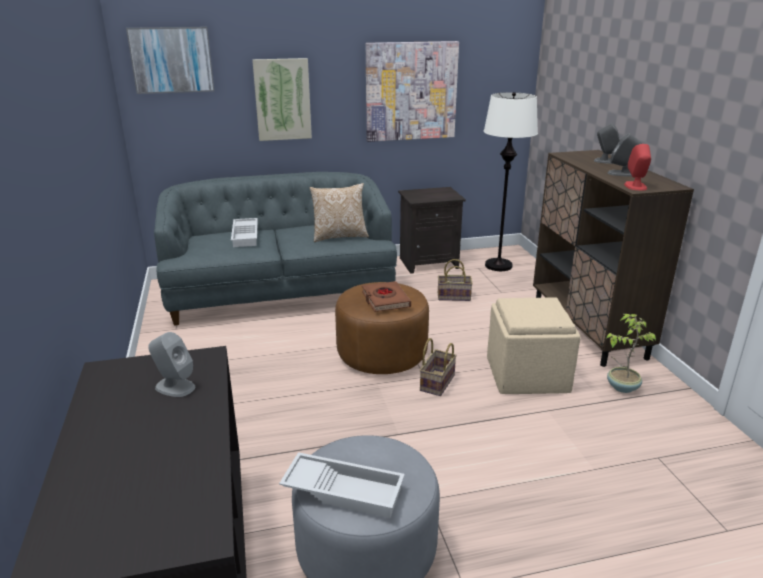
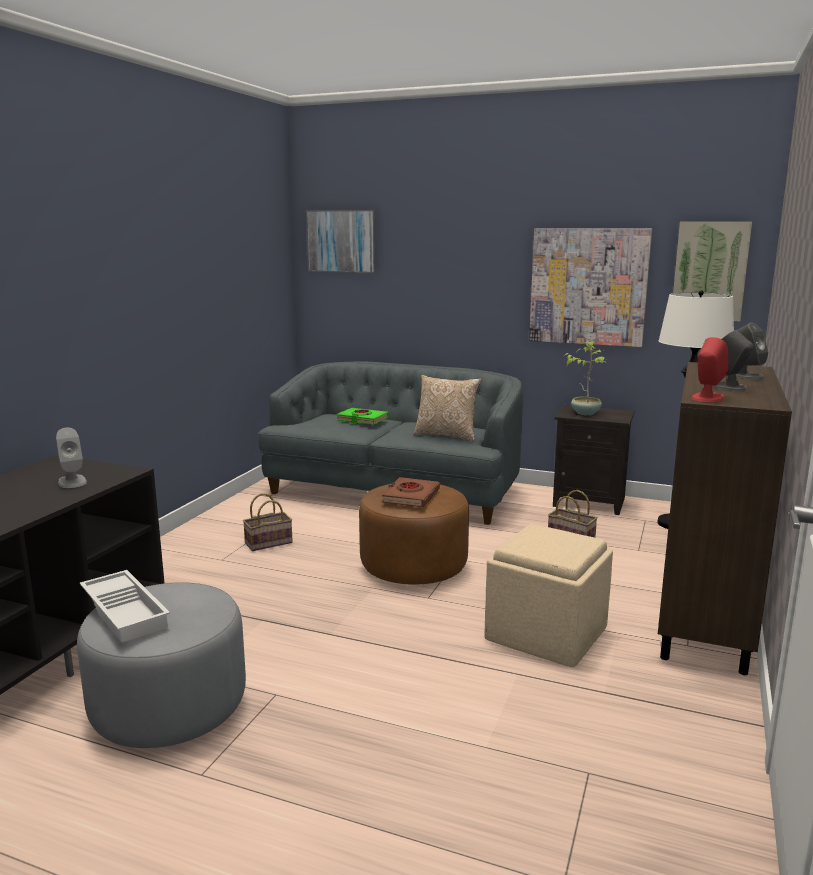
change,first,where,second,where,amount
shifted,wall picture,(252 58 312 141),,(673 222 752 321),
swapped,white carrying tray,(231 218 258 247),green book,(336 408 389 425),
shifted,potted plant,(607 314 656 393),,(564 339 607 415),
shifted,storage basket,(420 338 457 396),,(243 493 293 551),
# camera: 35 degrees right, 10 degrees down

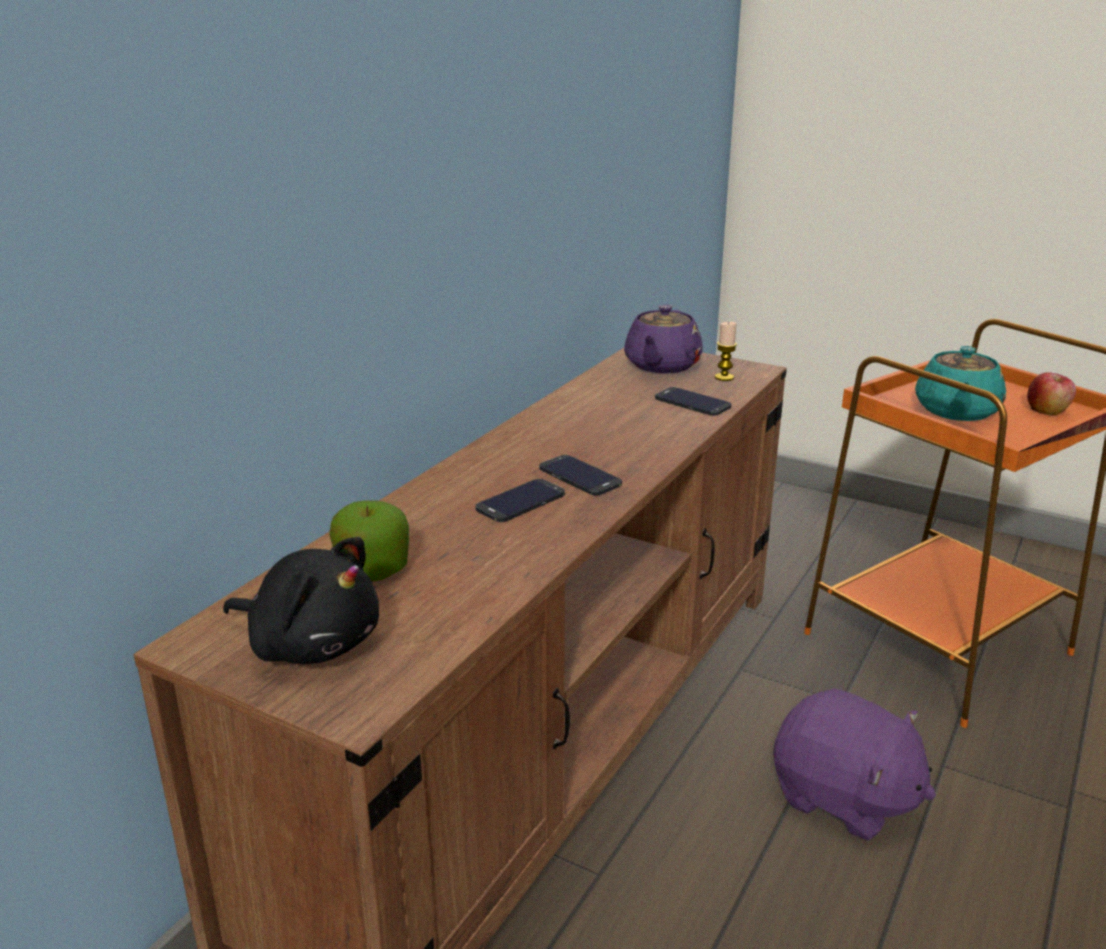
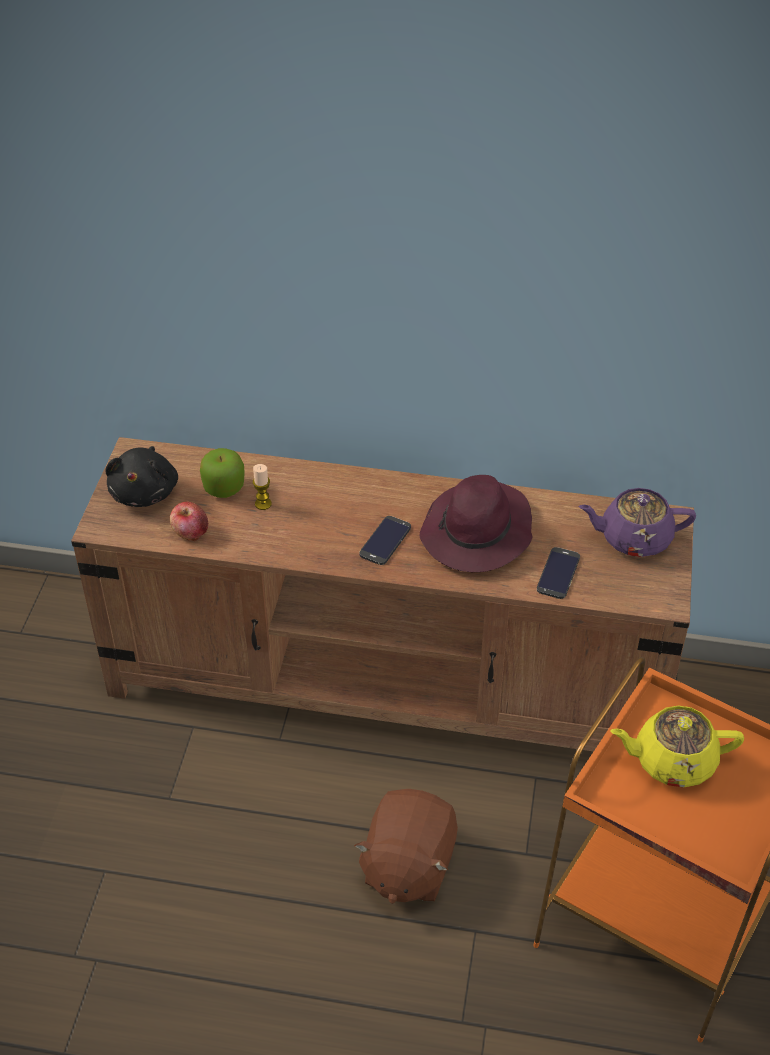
change,first,where,second,where,amount
shifted,wax candle,(715 322 737 381),,(253 464 272 510),
repainted,turquoise-coloured tea pot,(915 346 1006 421),yellow tea pot,(610 706 744 788),
shifted,whole apple,(1027 372 1076 415),,(170 501 208 541),
gone,handset,(475 479 565 522),,,
repainted,purple soft toy,(773 688 936 841),brown-coloured soft toy,(354 789 458 904),
new,,,purple hat,(420 475 532 572),
# camera: 70 degrees right, 20 degrees up

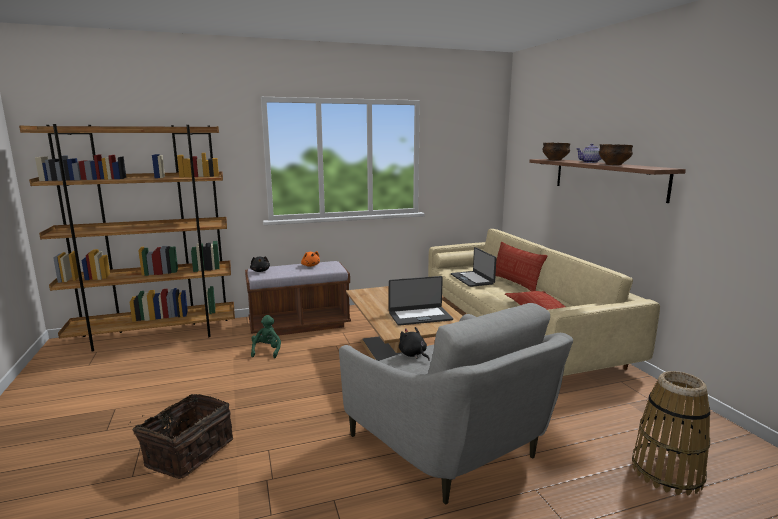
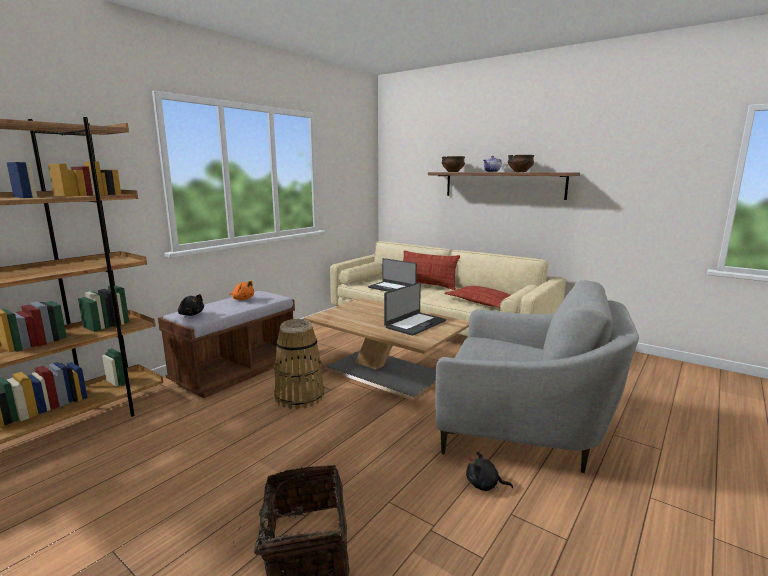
change,first,where,second,where,amount
gone,green soft toy,(251 315 281 358),,,
shifted,blackish soft toy,(399 327 430 361),,(466 451 513 491),
shifted,storage basket,(632 371 710 496),,(274 319 324 409),
# camera: 35 degrees left, 0 degrees up

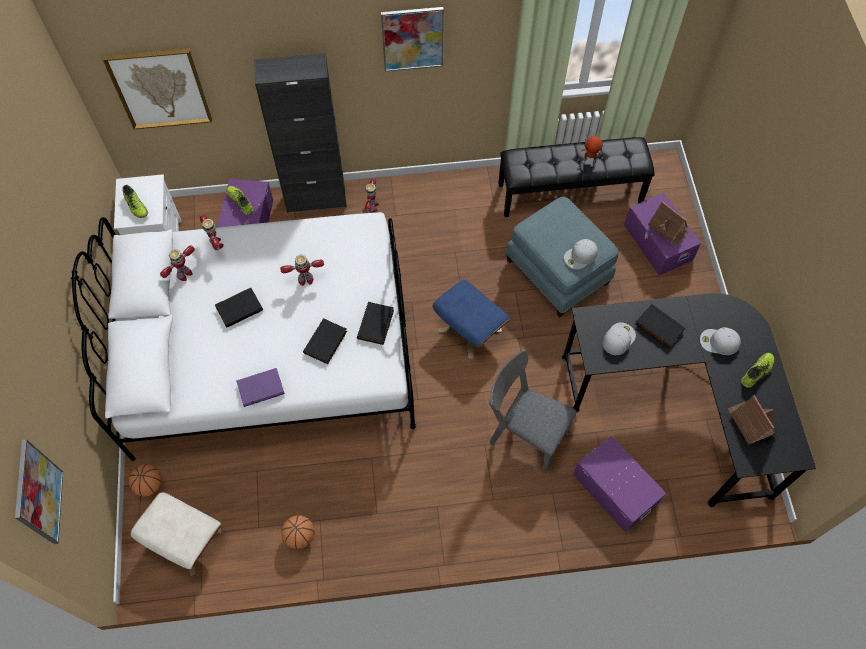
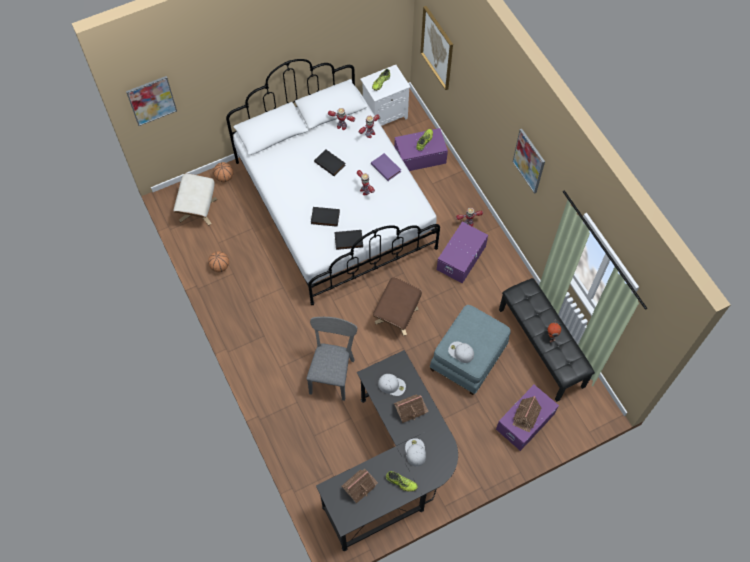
change,first,where,second,where,amount
gone,blackish cupboard,(254 53 347 213),,,
repainted,blue-coloured pouffe,(432 279 511 359),brown-coloured pouffe,(373 277 422 336),
swapped,blackish book,(635 304 685 348),toy house,(393 395 429 423),
shifted,purple book,(236 368 285 407),,(371 153 401 181),
shifted,purple storage bin,(573 436 666 532),,(437 222 488 283),
# camera: 70 degrees right, 0 degrees up

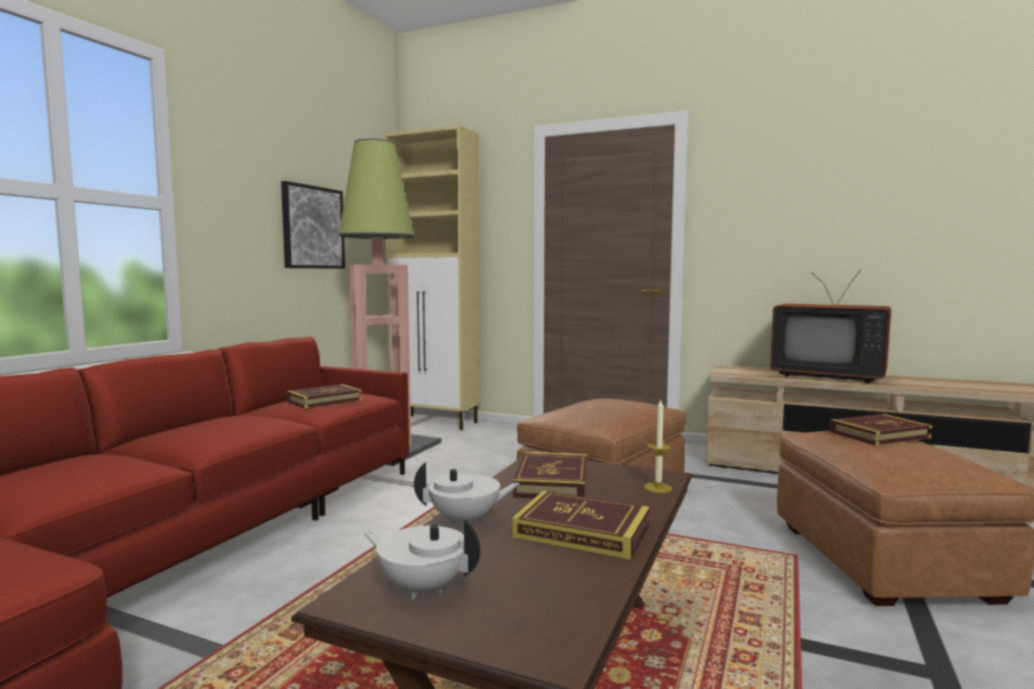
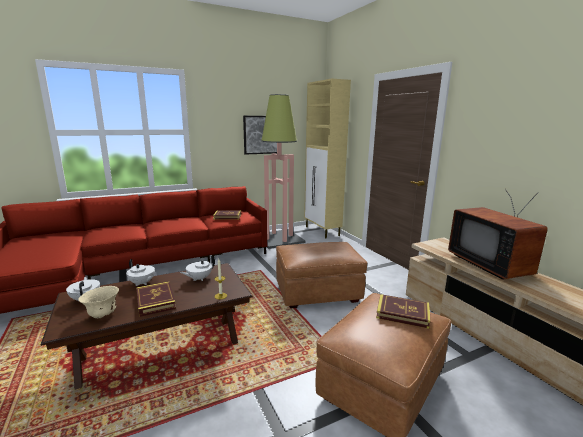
change,first,where,second,where,amount
swapped,book,(513 452 587 499),white tea pot,(180 255 215 281),
new,,,beige bowl,(78 286 119 318),
# camera: 40 degrees right, 10 degrees up

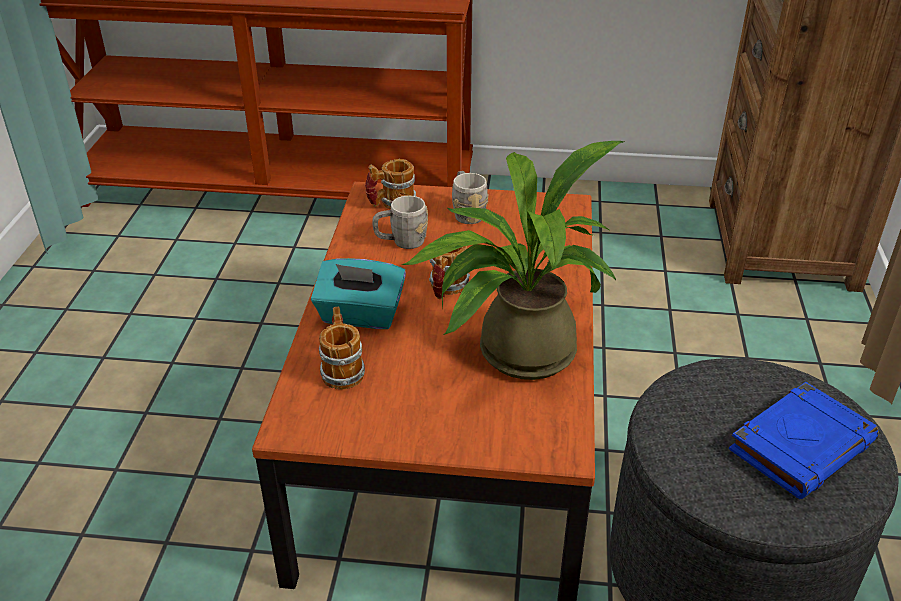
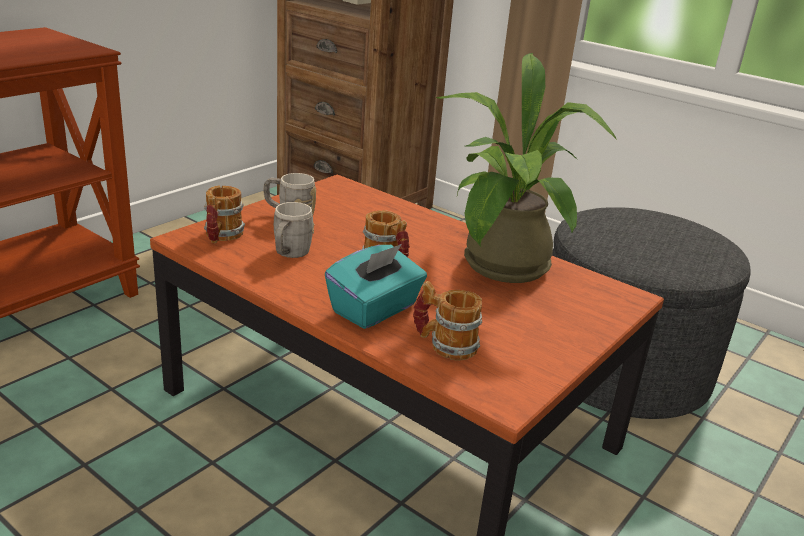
change,first,where,second,where,amount
gone,blue-coloured book,(729 382 879 499),,,
# camera: 60 degrees left, 10 degrees down

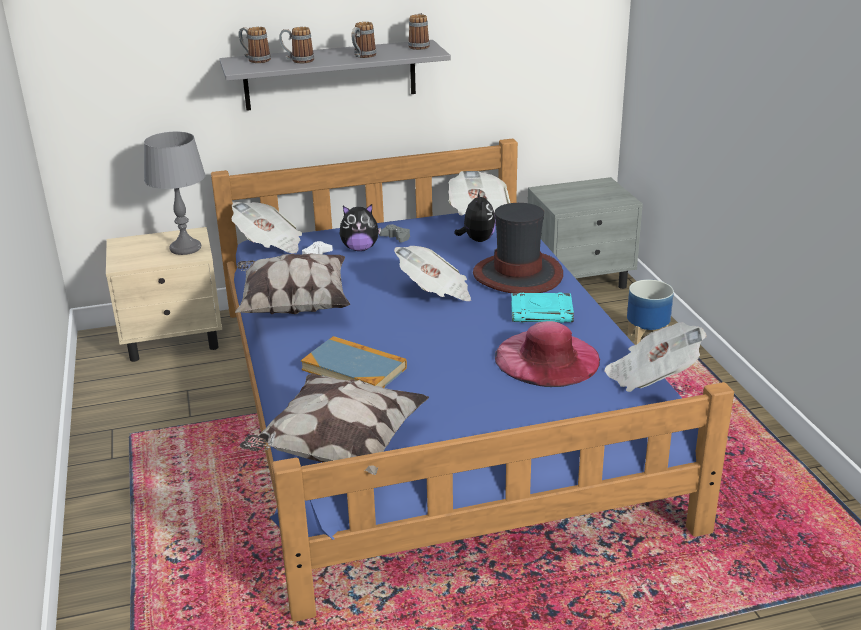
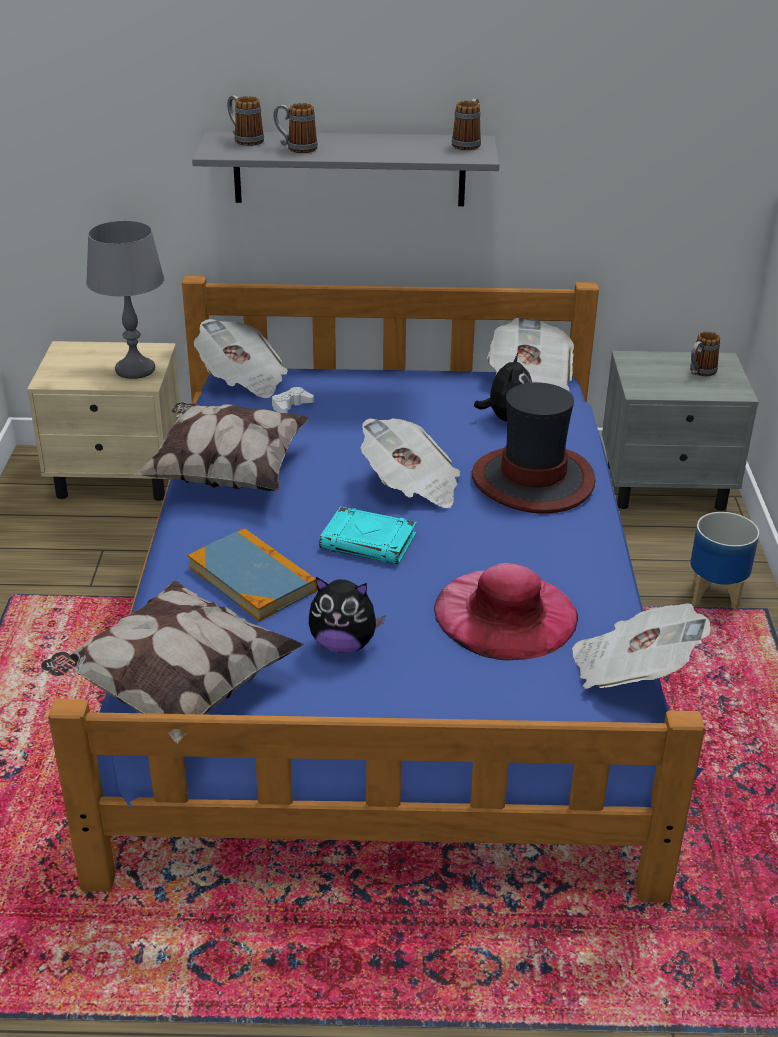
change,first,where,second,where,amount
shifted,mug,(352 22 376 58),,(690 331 720 376),
shifted,soft toy,(339 204 381 251),,(309 577 385 653),
gone,grey game controller,(379 224 410 242),,,
shifted,turquoise-coloured book,(511 292 574 323),,(319 507 417 564),
# camera: 15 degrees right, 5 degrees up

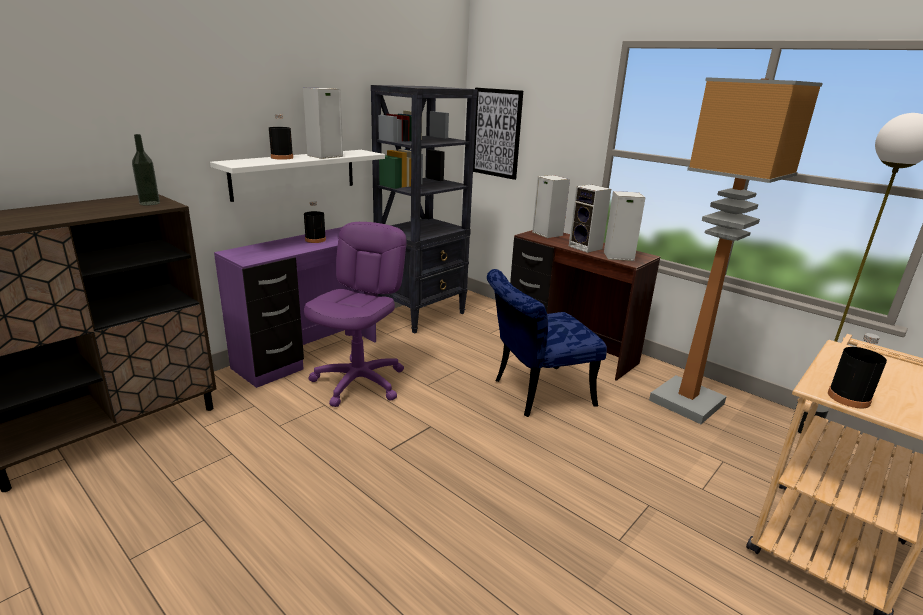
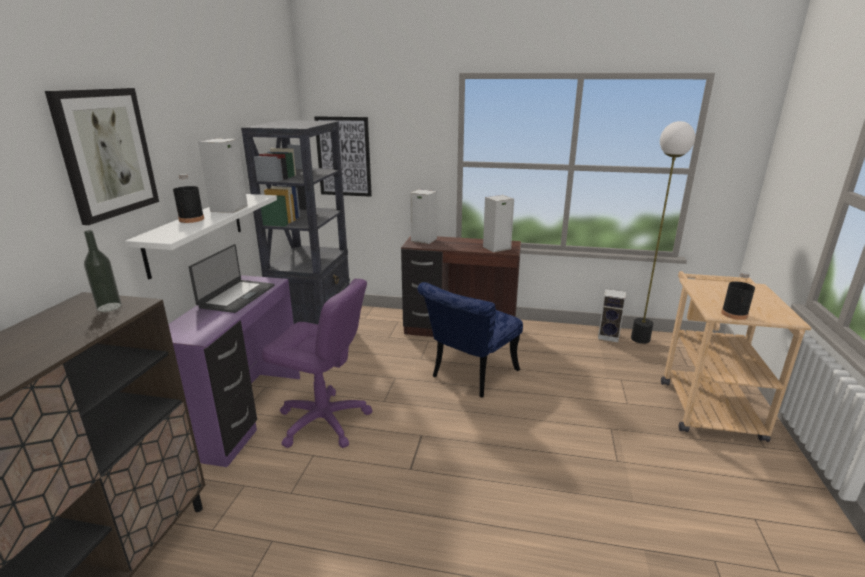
change,first,where,second,where,amount
gone,standard lamp,(649 77 823 424),,,
shifted,loudspeaker,(569 184 611 253),,(598 289 626 342),
swapped,blackish beverage bottle,(304 201 326 243),portable computer,(189 244 274 313),
rotated,purple computer chair,(304 222 407 407),,(262 279 372 448),120 degrees clockwise
new,,,wall picture,(45 88 159 225),
# camera: 30 degrees left, 0 degrees up

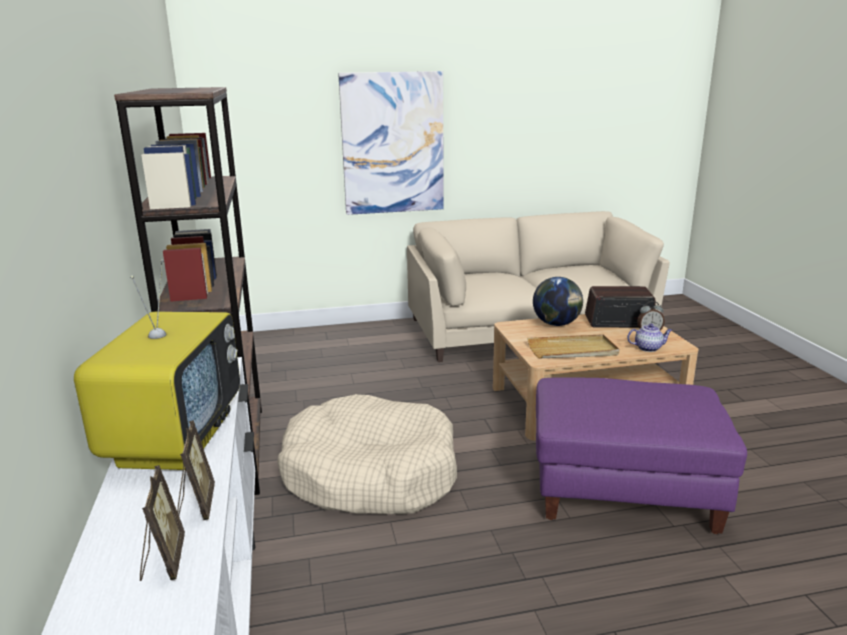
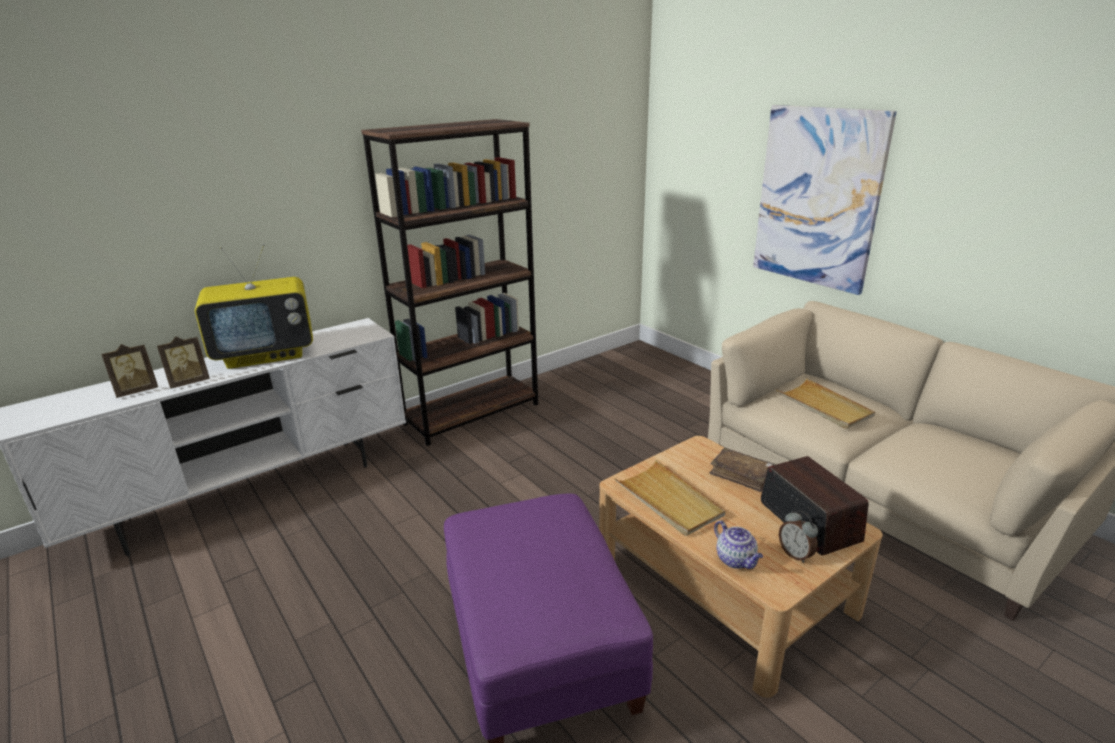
change,first,where,second,where,amount
swapped,globe,(533 277 583 326),brown-coloured book,(710 448 775 492),
gone,beige dog cushion,(277 394 457 514),,,
new,,,beige carrying tray,(776 378 875 429),
# camera: 65 degrees right, 5 degrees up

